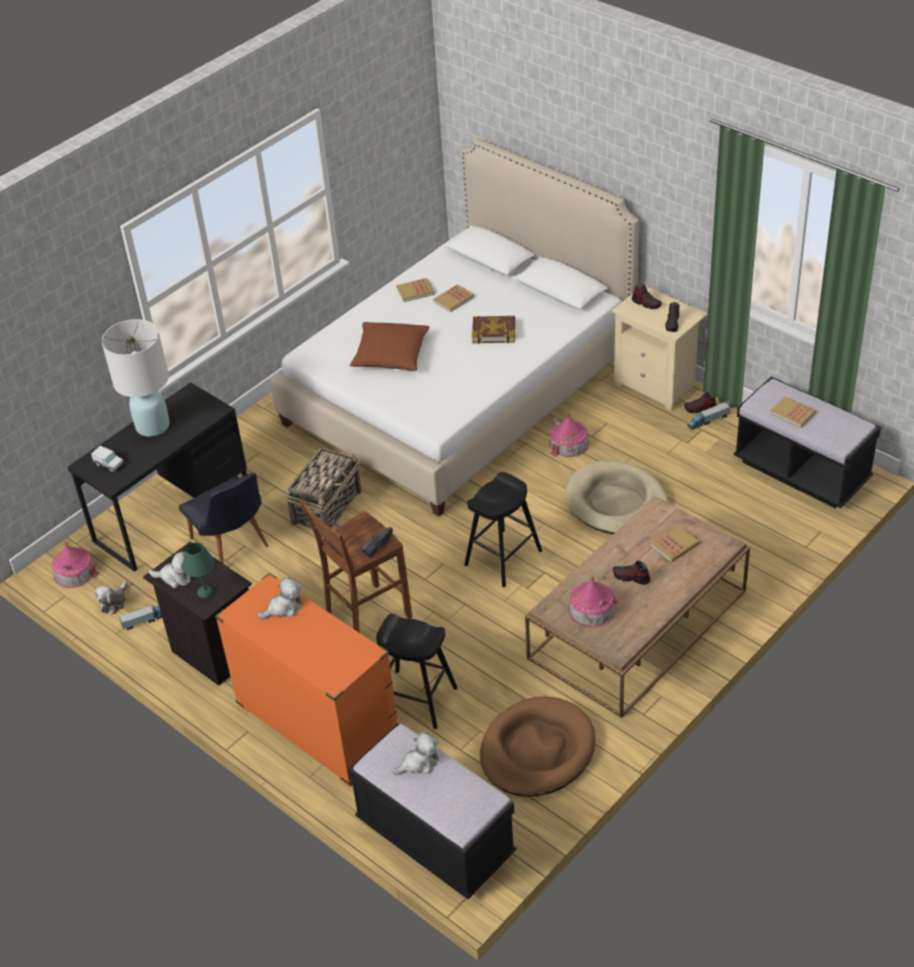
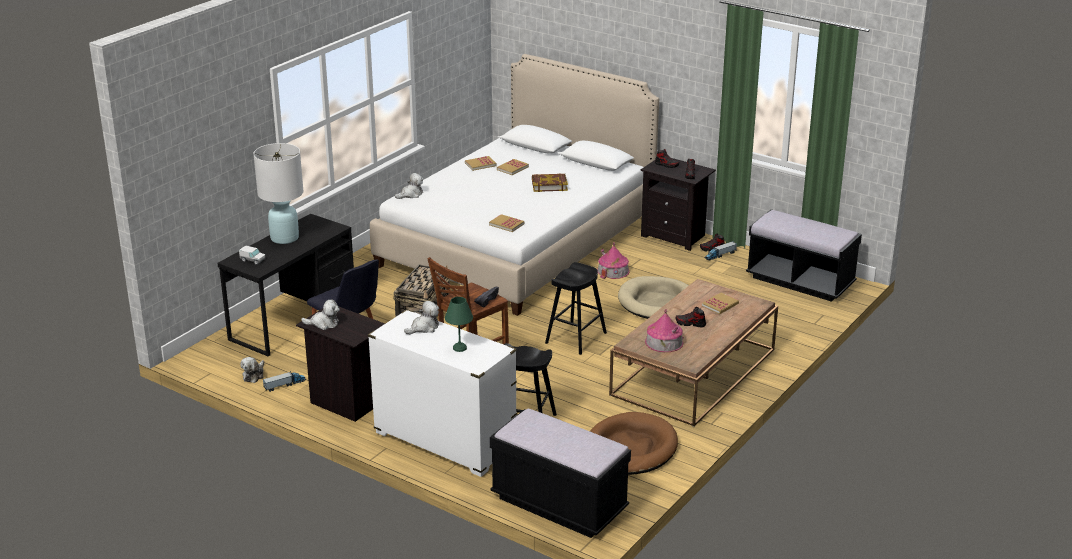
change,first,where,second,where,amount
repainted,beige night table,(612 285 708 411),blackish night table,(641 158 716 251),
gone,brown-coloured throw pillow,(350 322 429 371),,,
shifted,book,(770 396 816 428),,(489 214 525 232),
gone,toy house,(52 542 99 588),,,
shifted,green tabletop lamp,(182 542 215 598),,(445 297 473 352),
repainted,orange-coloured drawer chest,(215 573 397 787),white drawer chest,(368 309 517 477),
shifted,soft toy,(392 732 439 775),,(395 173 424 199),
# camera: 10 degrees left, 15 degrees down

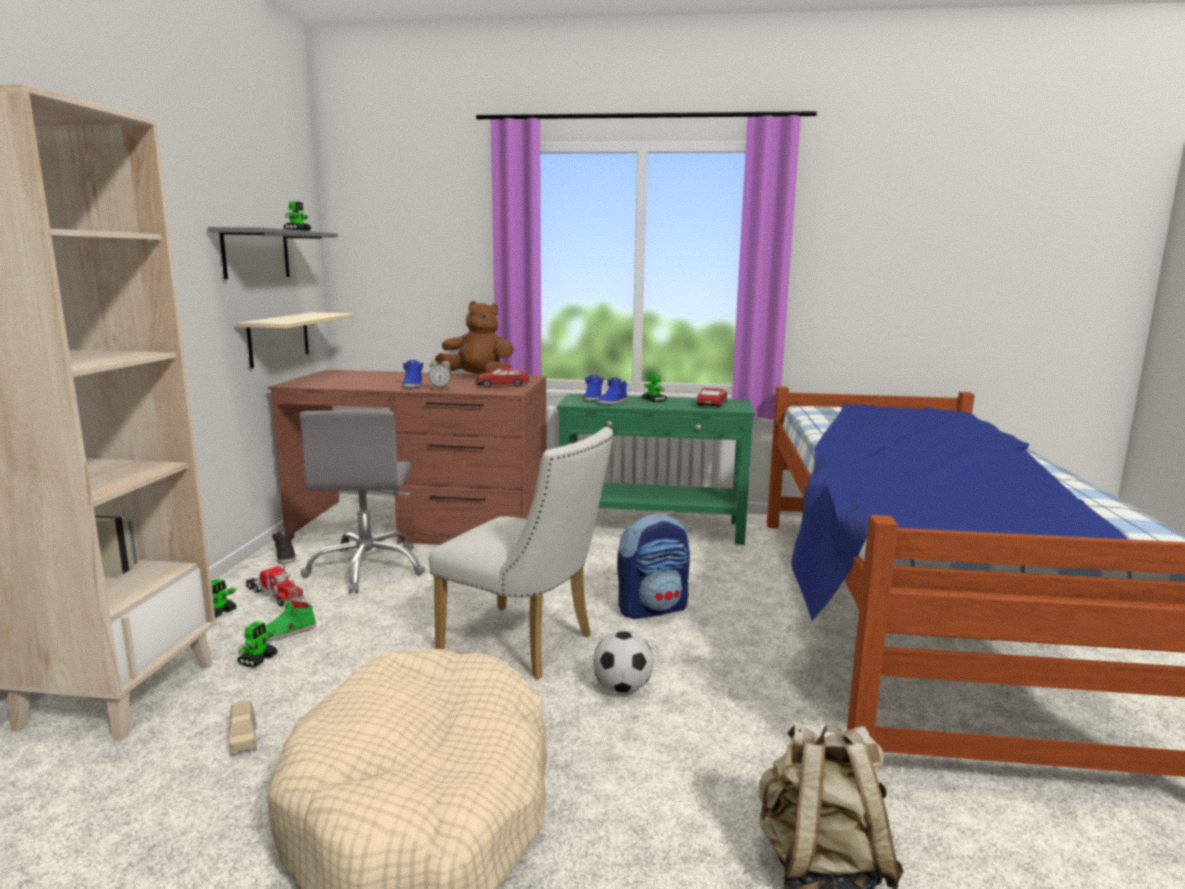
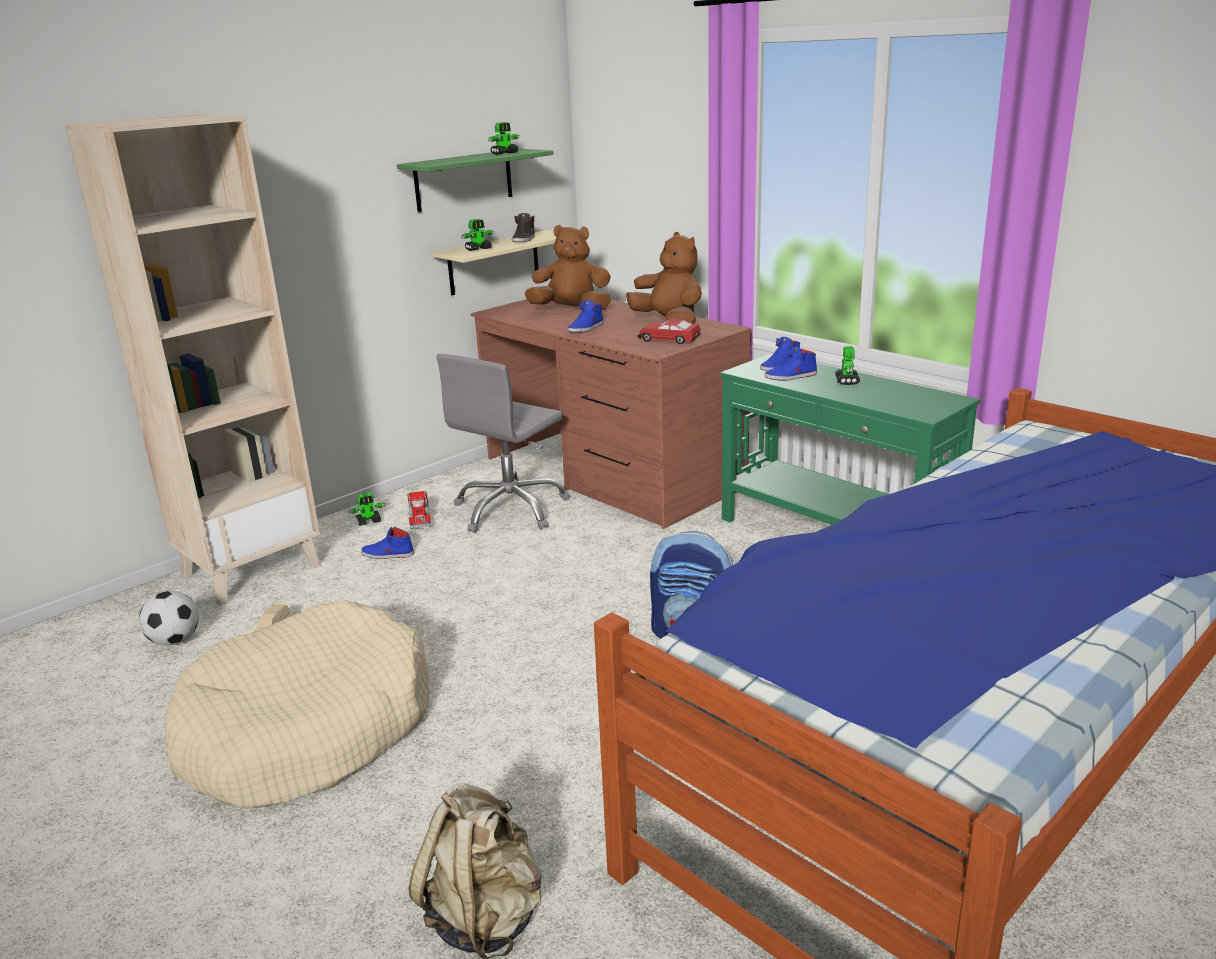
change,first,where,second,where,amount
repainted,grey bracket shelf,(208 227 338 279),green bracket shelf,(397 149 554 212),
gone,bedside clock,(429 361 452 389),,,
gone,model car,(697 388 727 408),,,
gone,white chair,(429 427 614 679),,,
shifted,blackish item of footwear,(272 530 296 563),,(512 213 535 242),
repainted,green item of footwear,(265 600 316 641),blue-coloured item of footwear,(361 526 414 559),
shifted,toy robot,(237 621 278 667),,(461 219 494 251),
shifted,football ball,(593 631 653 693),,(139 591 199 646),
new,,,brown-coloured soft toy,(524 225 611 310),
# camera: 40 degrees right, 10 degrees up

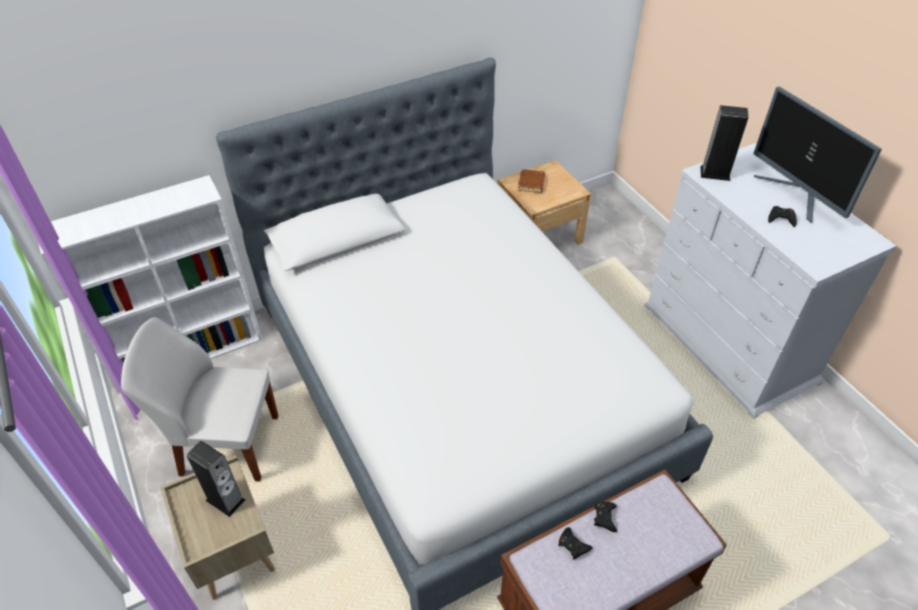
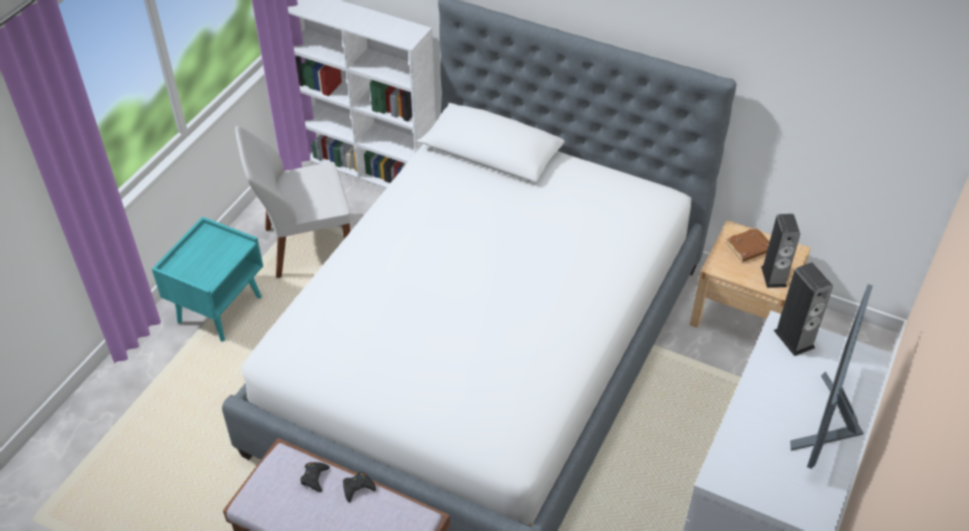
change,first,where,second,where,amount
gone,blackish game controller,(768 206 797 227),,,
rotated,white chair,(121 317 279 482),,(235 126 350 278),75 degrees counterclockwise
shifted,loudspeaker,(187 441 246 517),,(761 214 800 288),
repainted,beige night table,(160 455 275 600),turquoise-coloured night table,(152 216 263 342),
# camera: 55 degrees right, 0 degrees up

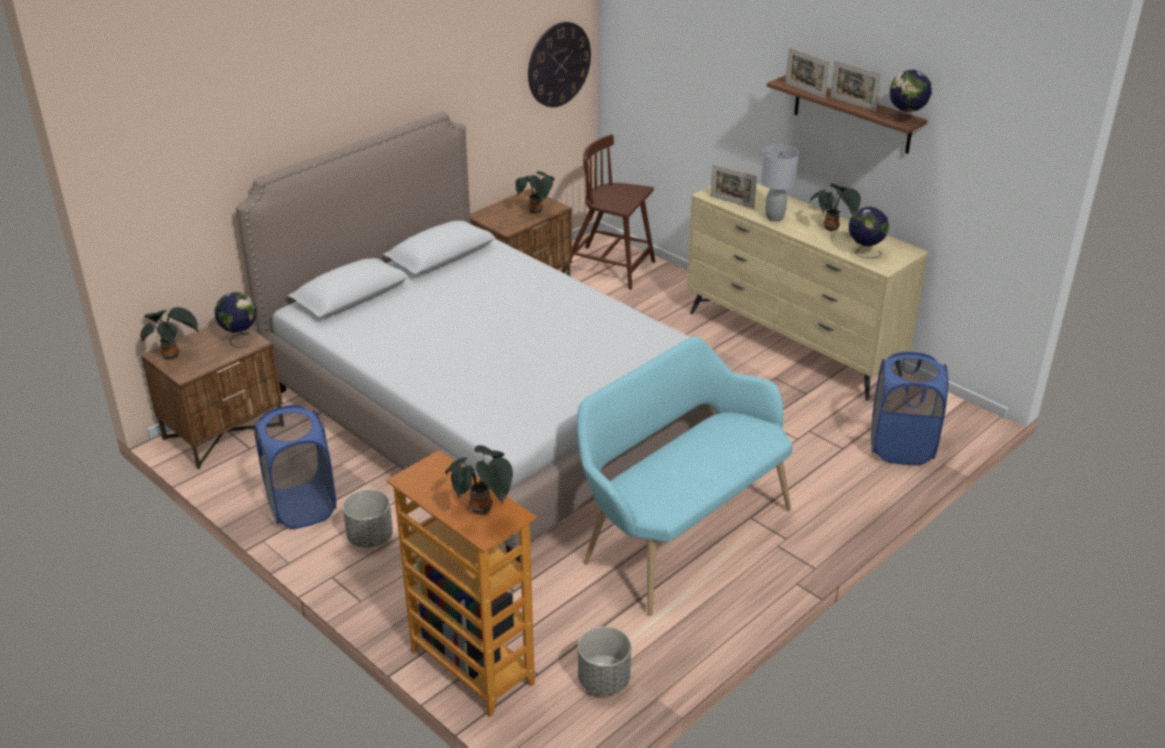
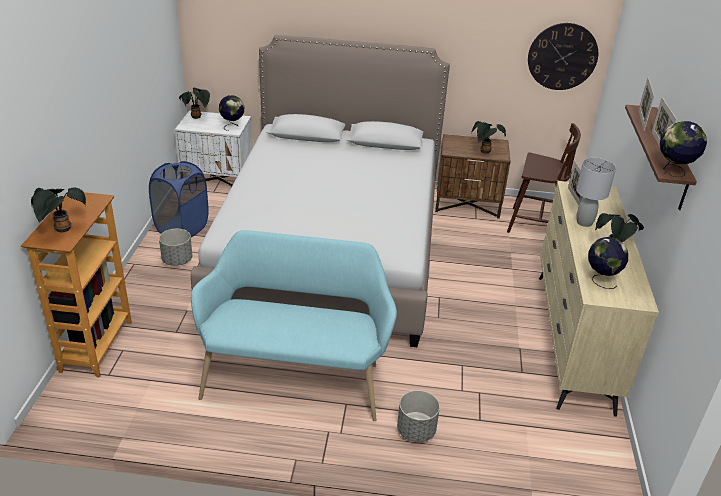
change,first,where,second,where,amount
rotated,brown-coloured chair,(561 134 655 290),,(507 123 581 233),120 degrees clockwise
repainted,brown-coloured night table,(141 322 283 469),white night table,(175 110 252 186),
gone,blue-coloured hamper,(871 352 948 465),,,
shifted,grey flower pot,(578 626 631 695),,(397 390 440 442),
# camera: 50 degrees right, 0 degrees up

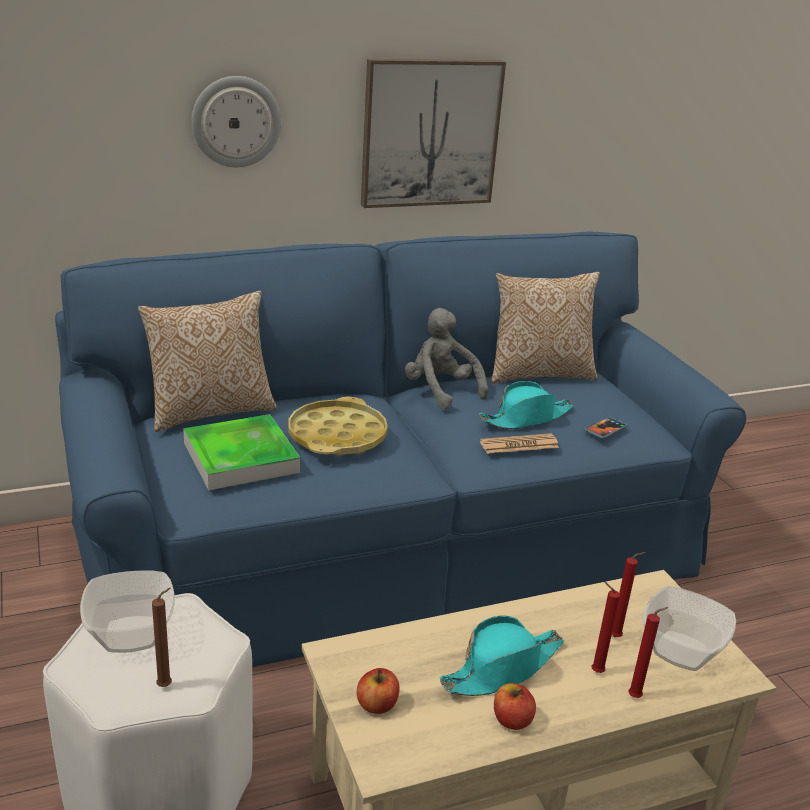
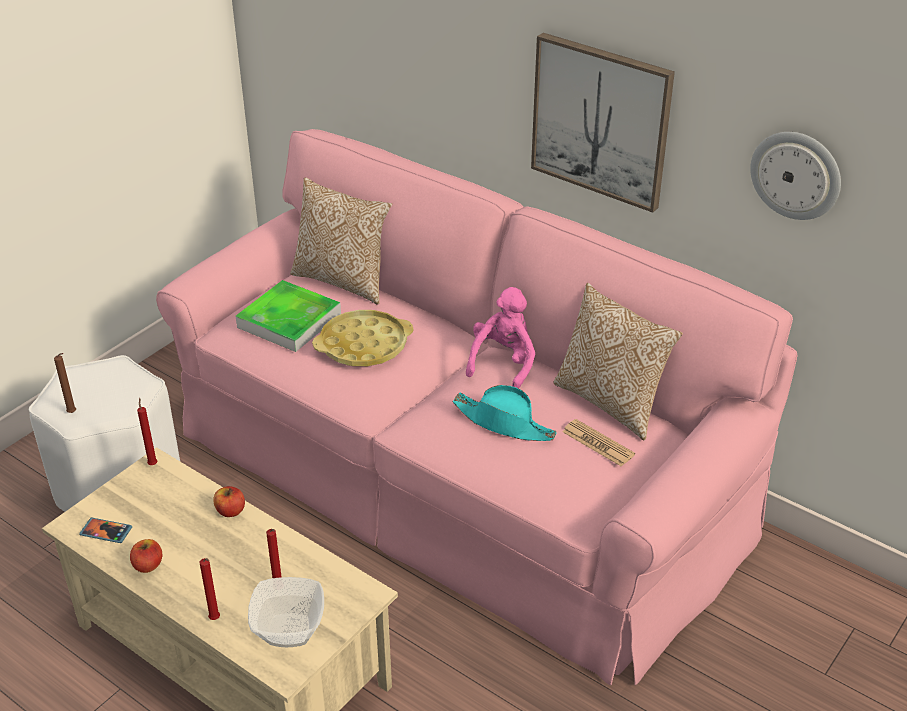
change,first,where,second,where,amount
shifted,wall clock,(192 76 281 167),,(750 132 841 220),
repainted,blue-coloured sofa,(55 231 746 667),pink sofa,(156 129 798 685),
repainted,grey soft toy,(405 308 489 409),pink soft toy,(466 287 535 389),
shifted,handset,(584 417 628 439),,(79 518 132 543),
shifted,newspaper,(480 433 559 454),,(562 419 635 466),
gone,bowl,(80 570 175 653),,,
shifted,red wax candle,(592 581 620 673),,(137 398 158 465),
gone,turquoise-coloured hat,(440 616 564 696),,,
shifted,whole apple,(357 668 400 714),,(213 486 245 517),
# camera: 60 degrees right, 10 degrees up

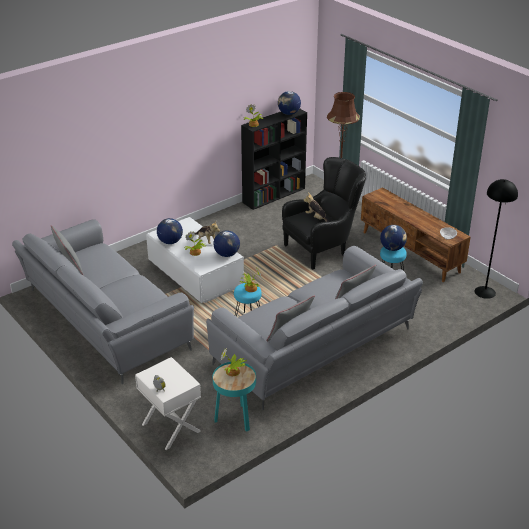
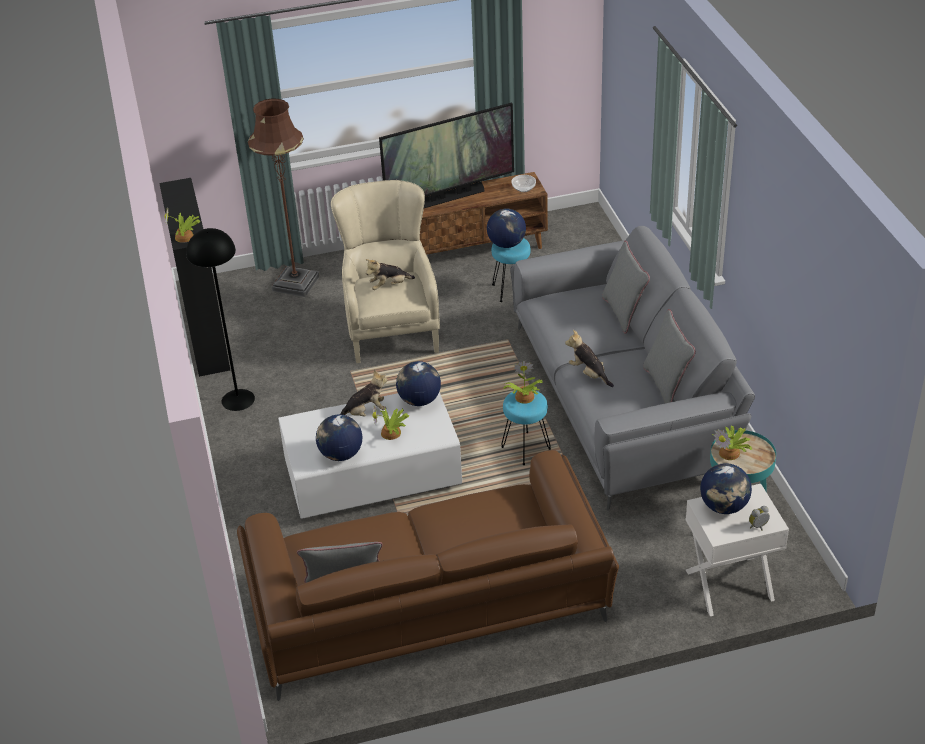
change,first,where,second,where,amount
shifted,globe,(278 91 301 115),,(700 463 752 514),
repainted,blackish armchair,(282 157 366 270),beige armchair,(331 180 440 363),
shifted,blackish standard lamp,(475 179 518 299),,(186 228 255 411),
repainted,grey sofa,(12 219 194 384),brown-coloured sofa,(237 450 619 701),
new,,,television,(379 103 514 208),
new,,,soft toy,(565 330 614 387),
# camera: 65 degrees left, 5 degrees up

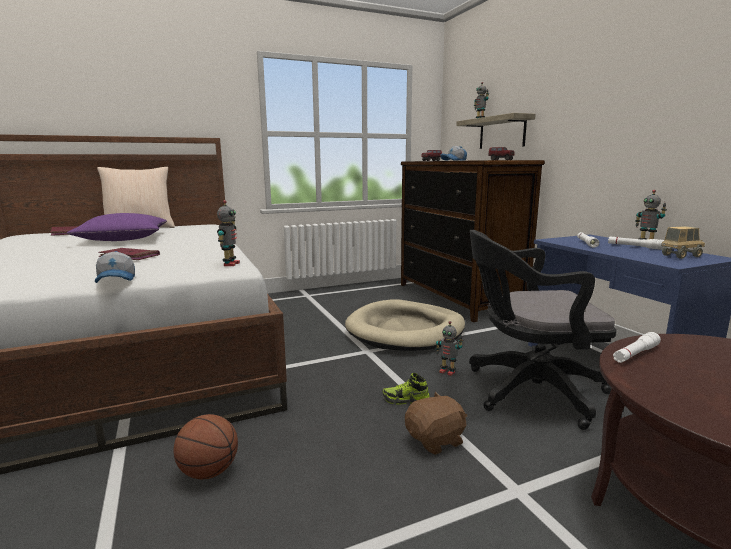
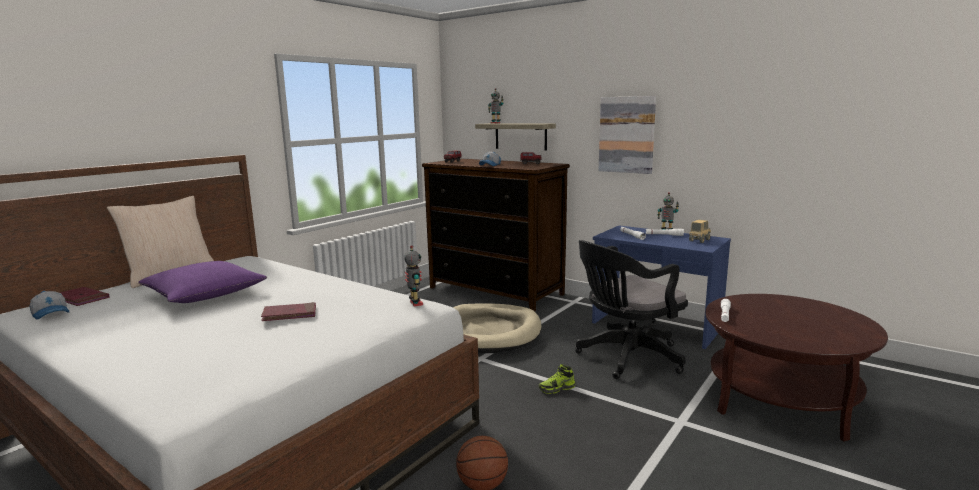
change,first,where,second,where,amount
shifted,cap,(95 251 135 283),,(30 291 69 320),
gone,toy robot,(435 321 463 376),,,
gone,brown-coloured soft toy,(405 392 467 455),,,
new,,,wall picture,(598 96 656 174),
# camera: 30 degrees left, 0 degrees up

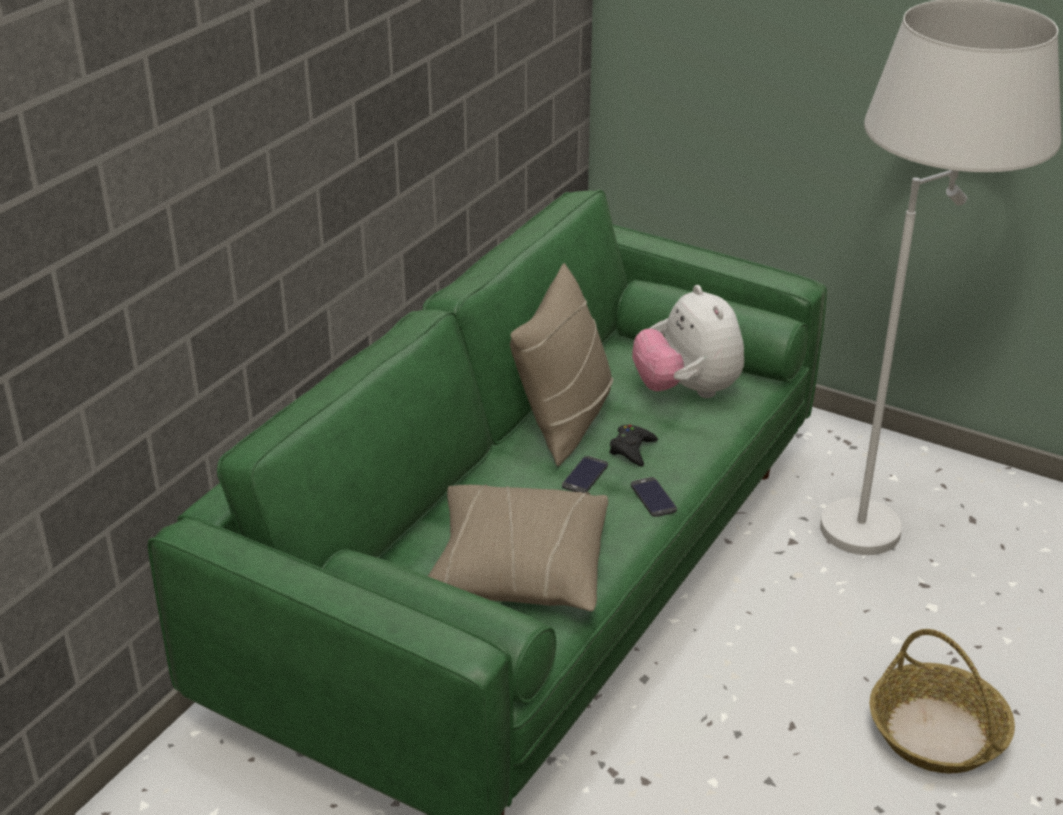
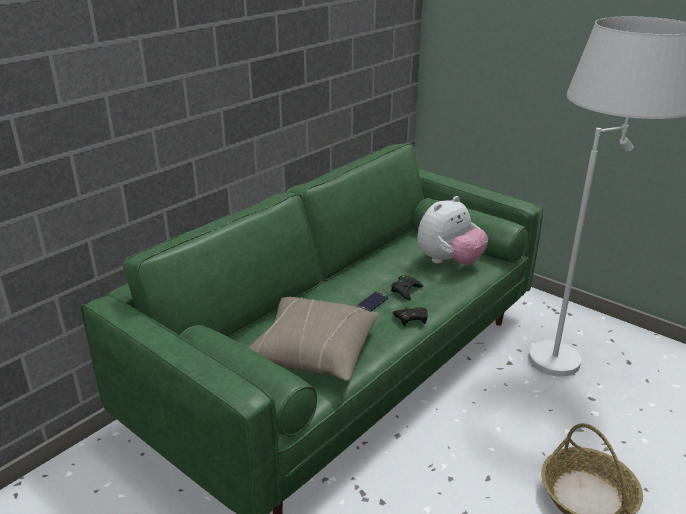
change,first,where,second,where,amount
gone,beige throw pillow,(510 263 613 466),,,
rotated,soft toy,(632 285 744 398),,(417 196 488 265),120 degrees counterclockwise
swapped,handset,(631 477 677 517),blackish game controller,(392 307 428 326),
# camera: 10 degrees right, 5 degrees down

